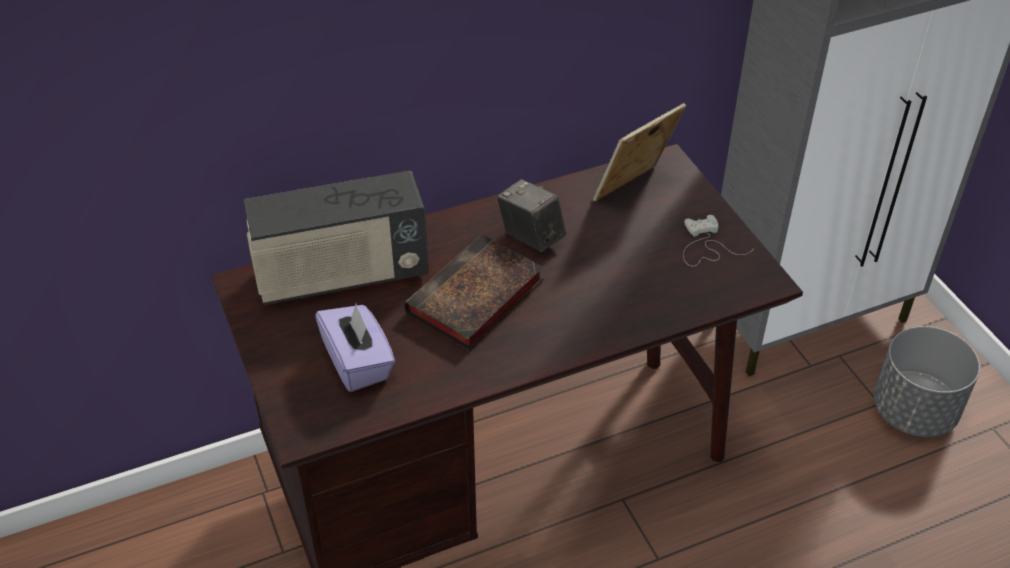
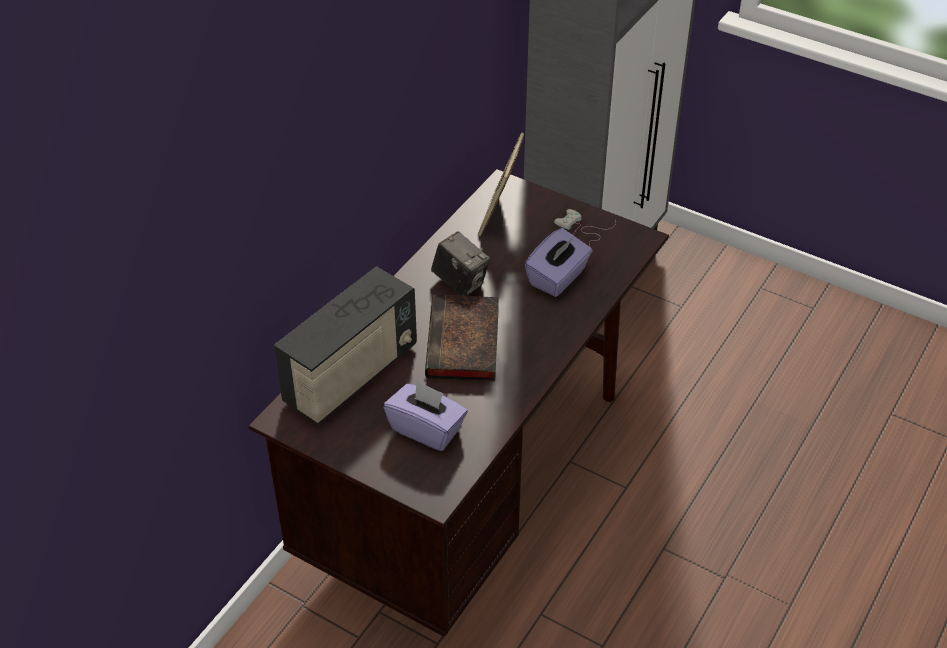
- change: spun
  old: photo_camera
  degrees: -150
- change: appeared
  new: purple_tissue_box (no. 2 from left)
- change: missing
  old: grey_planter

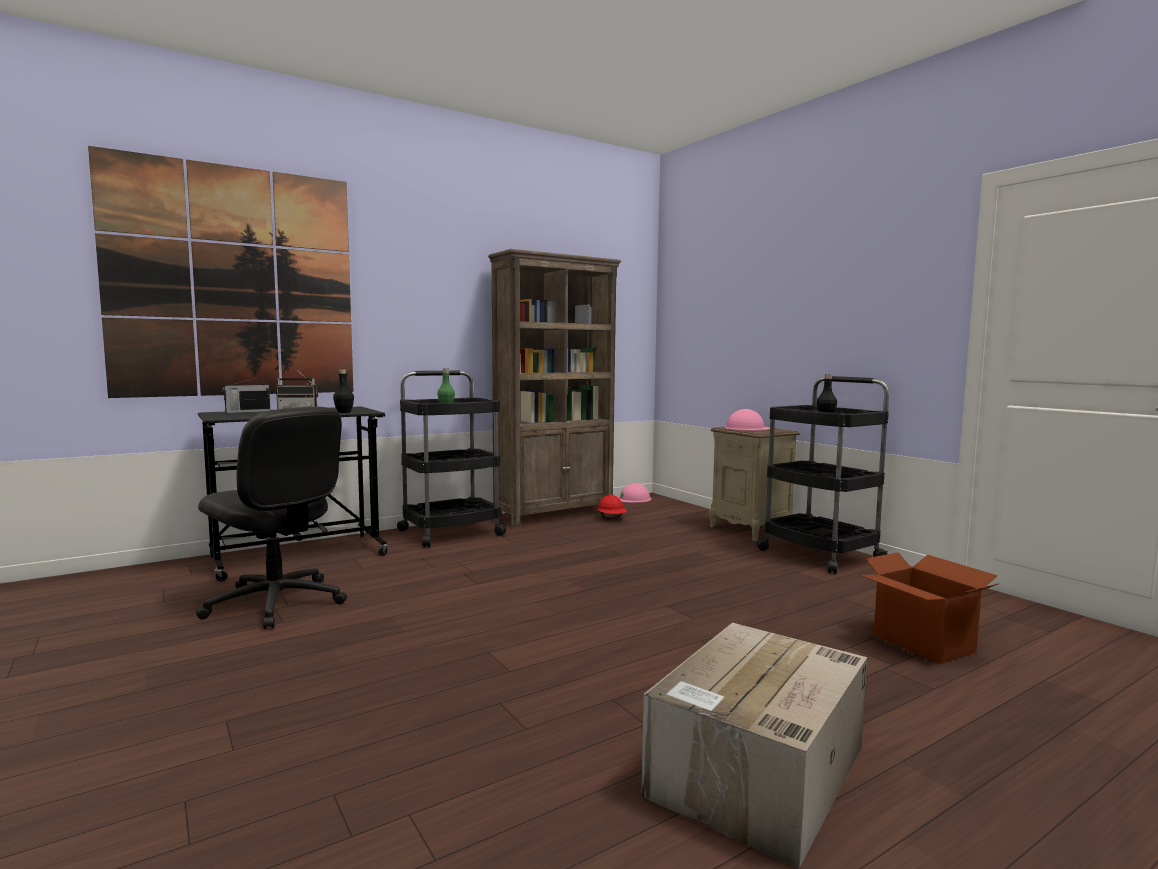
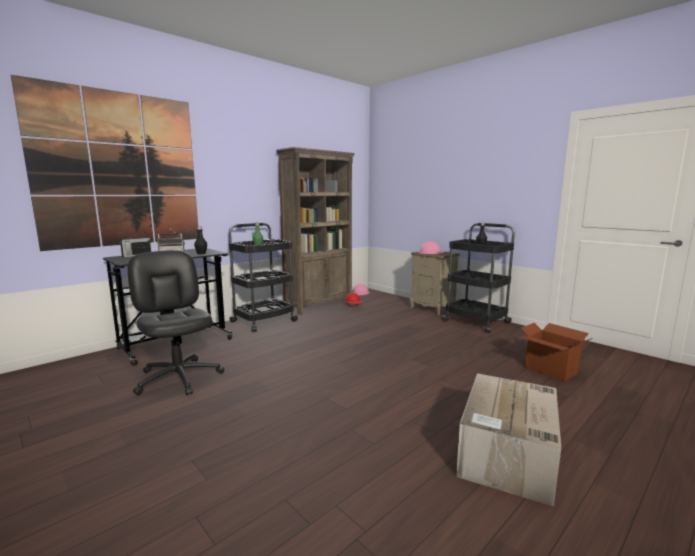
- change: spun
  old: black_office_chair
  degrees: -150

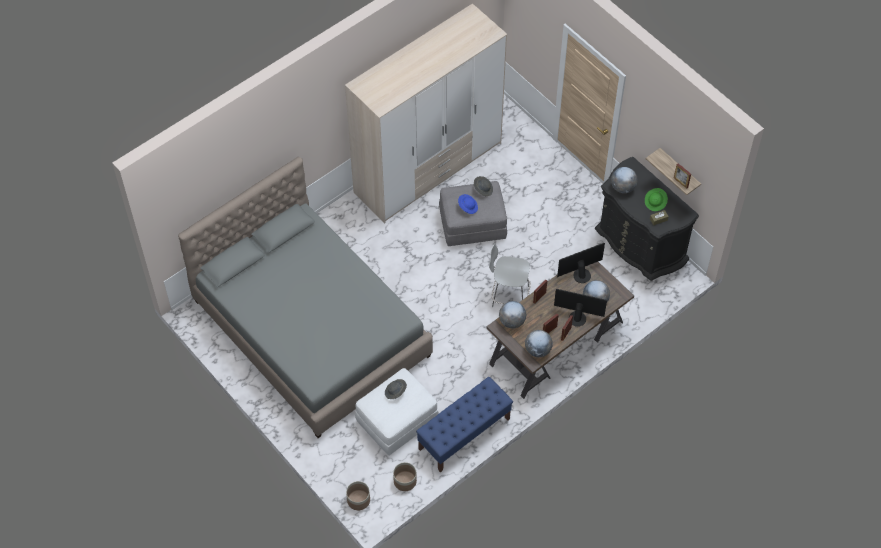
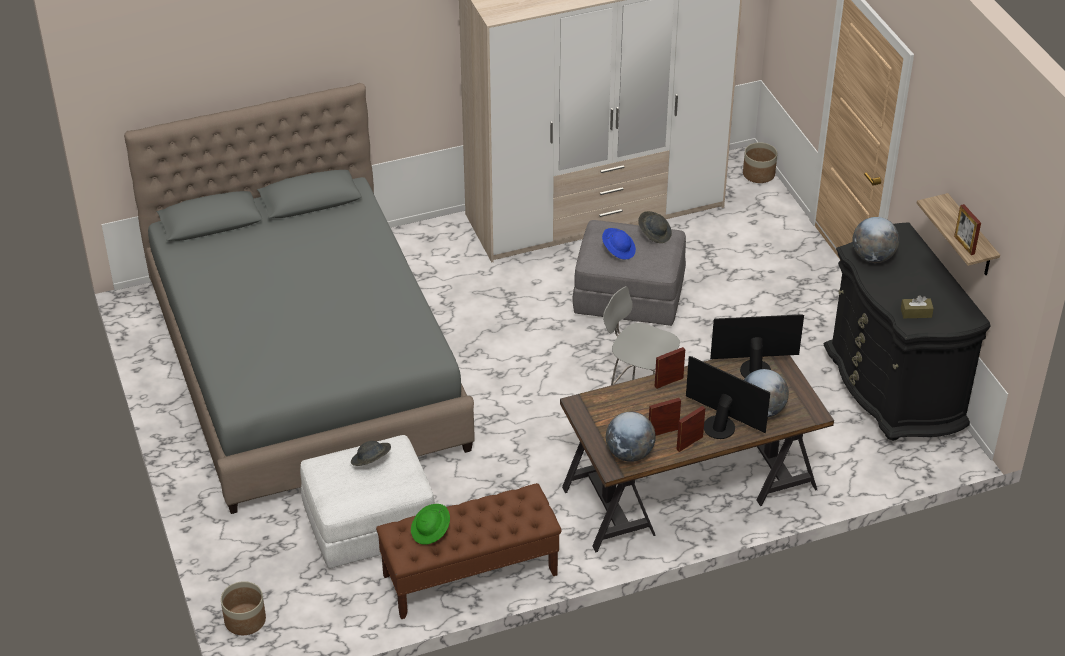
- change: colour
  old: blue_bench
  new: brown_bench
- change: relocated
  old: green_hat
- change: relocated
  old: planter (no. 2 from left)
- change: missing
  old: globe (no. 1 from left)

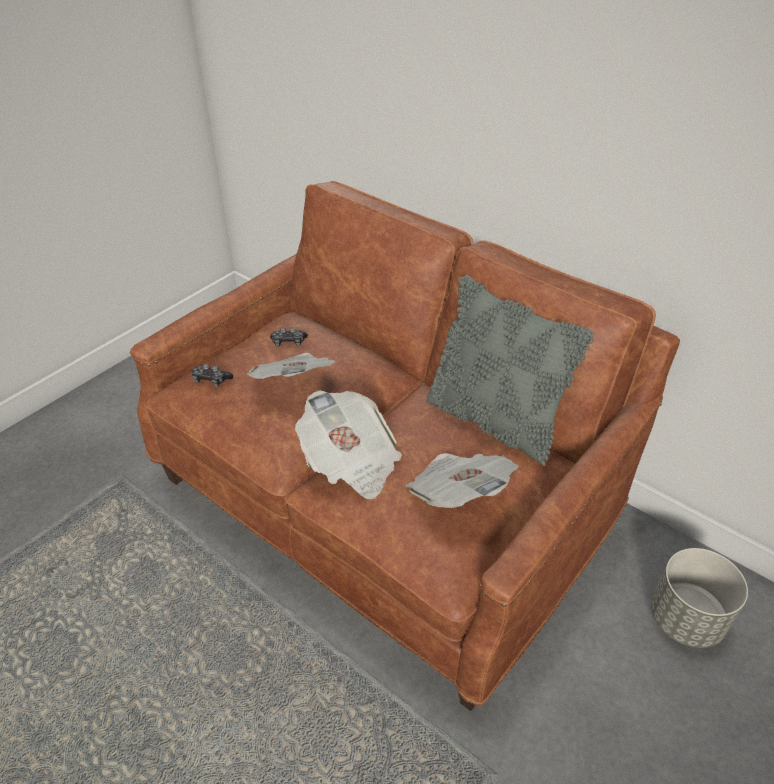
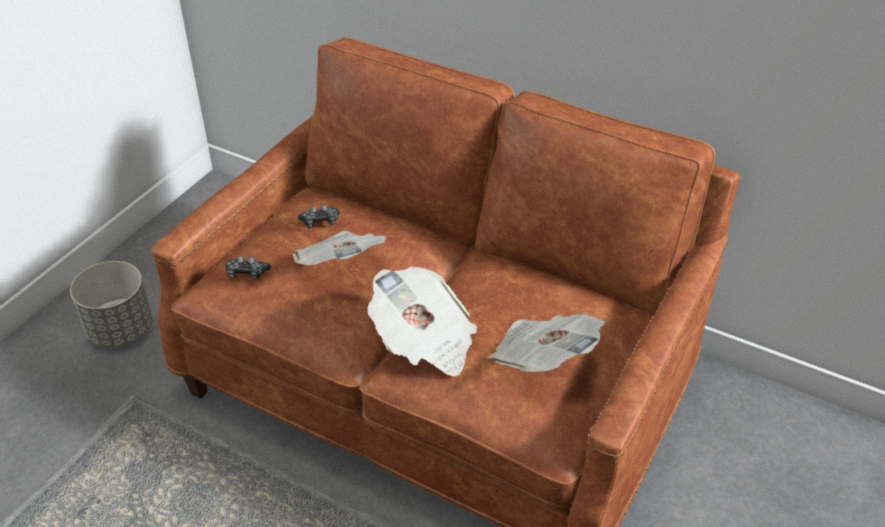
- change: relocated
  old: grey_planter
- change: missing
  old: grey_pillow

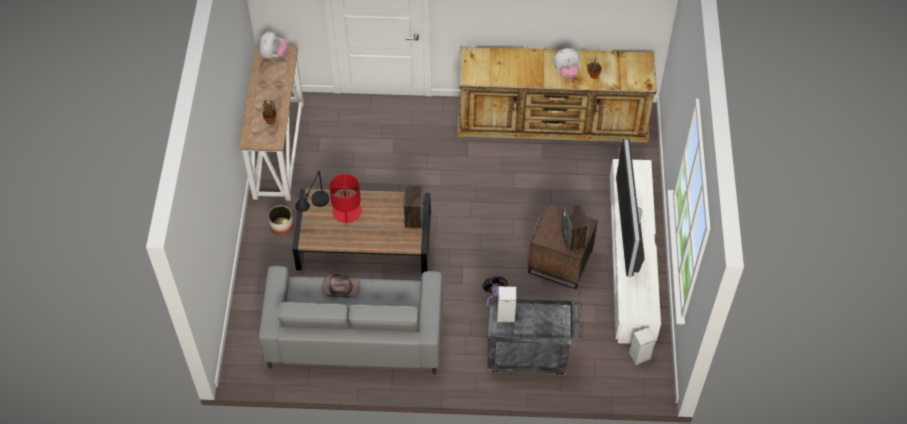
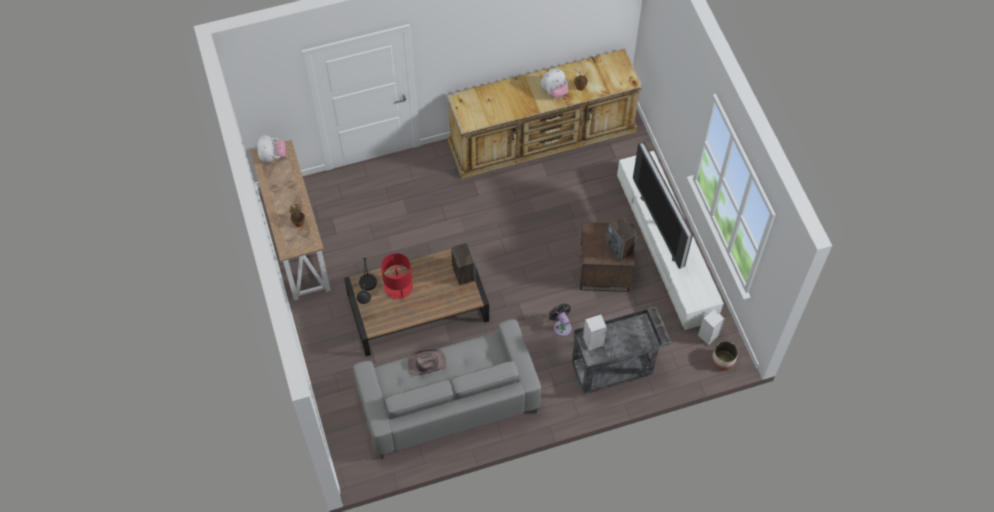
- change: relocated
  old: planter

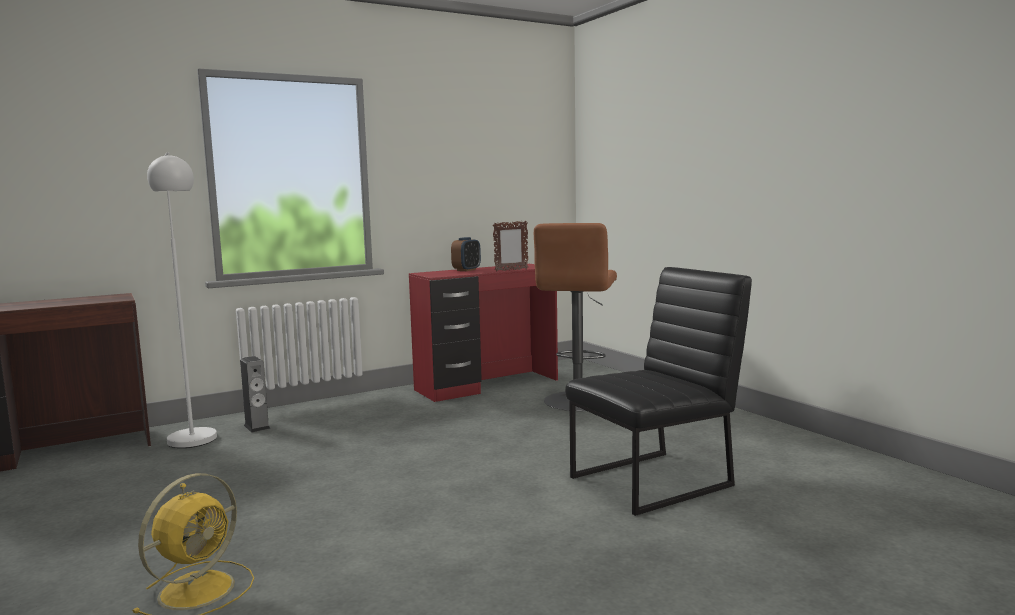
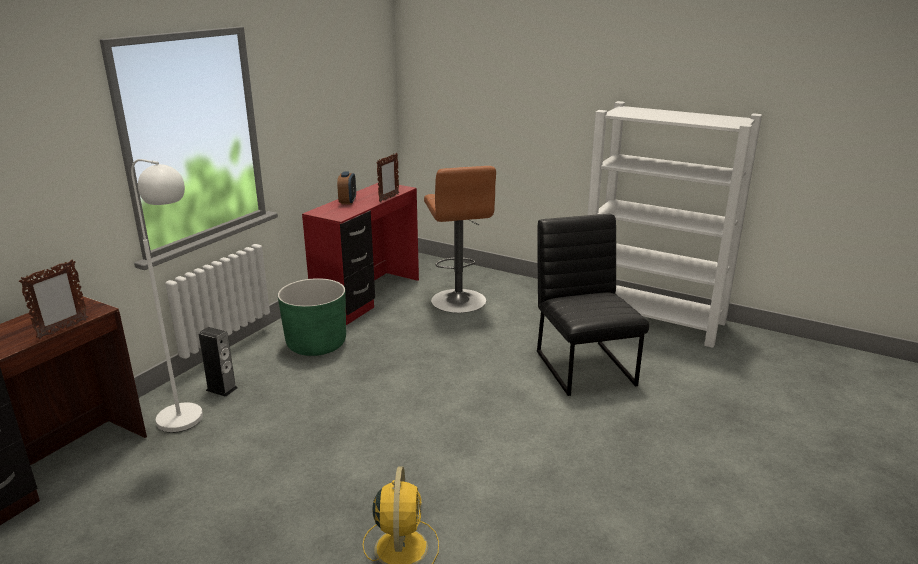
- change: appeared
  new: picture_frame (no. 1 from left)
- change: appeared
  new: green_planter
- change: spun
  old: black_chair
  degrees: -45
- change: appeared
  new: white_bookcase

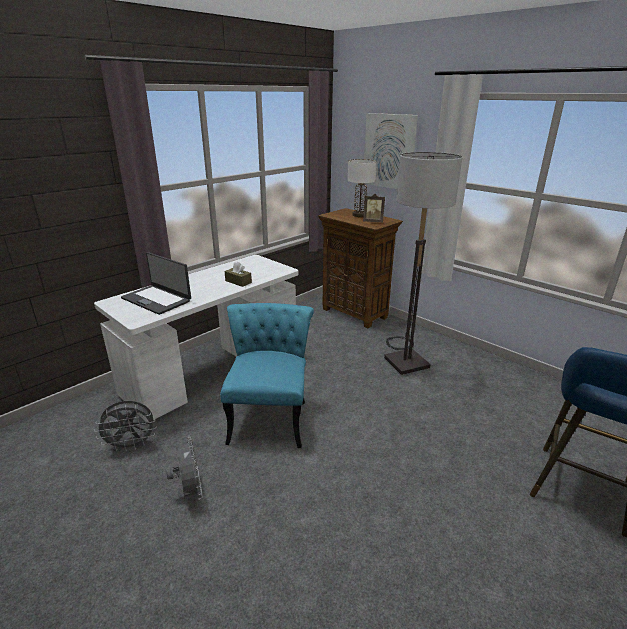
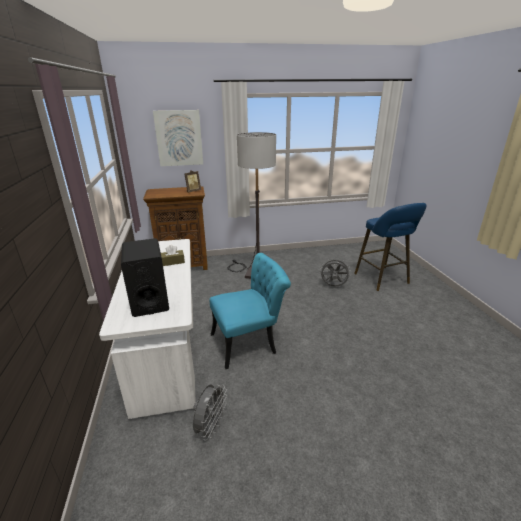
- change: exchanged
  old: laptop
  new: black_speaker
- change: spun
  old: turquoise_chair
  degrees: 120
- change: relocated
  old: grey_fan (no. 2 from left)
- change: missing
  old: table_lamp

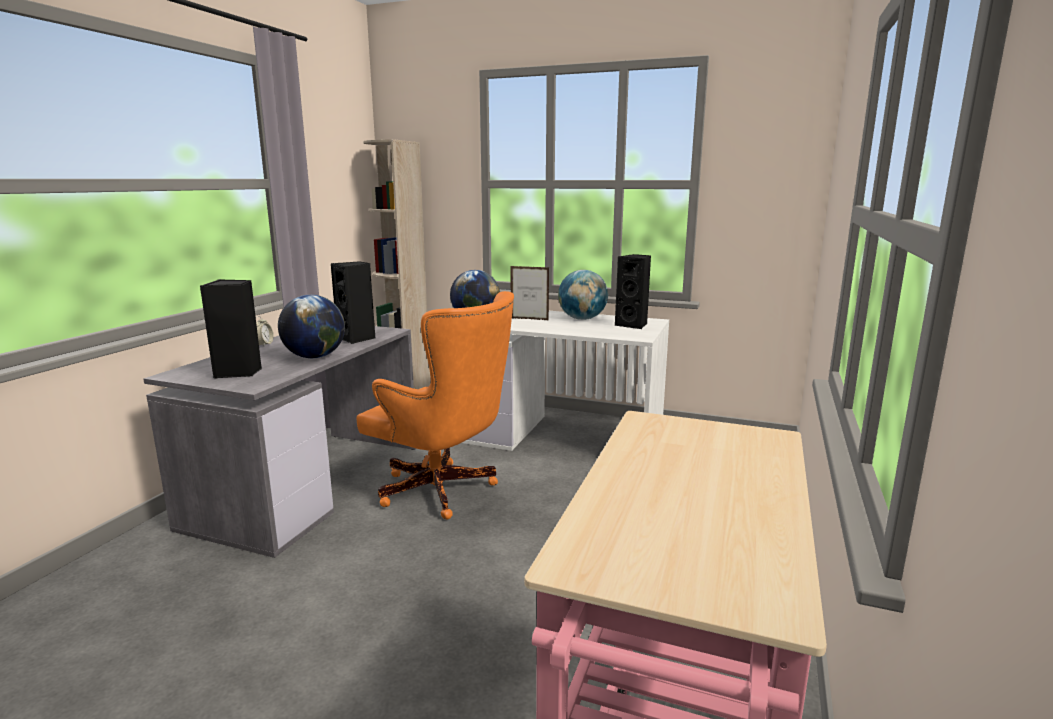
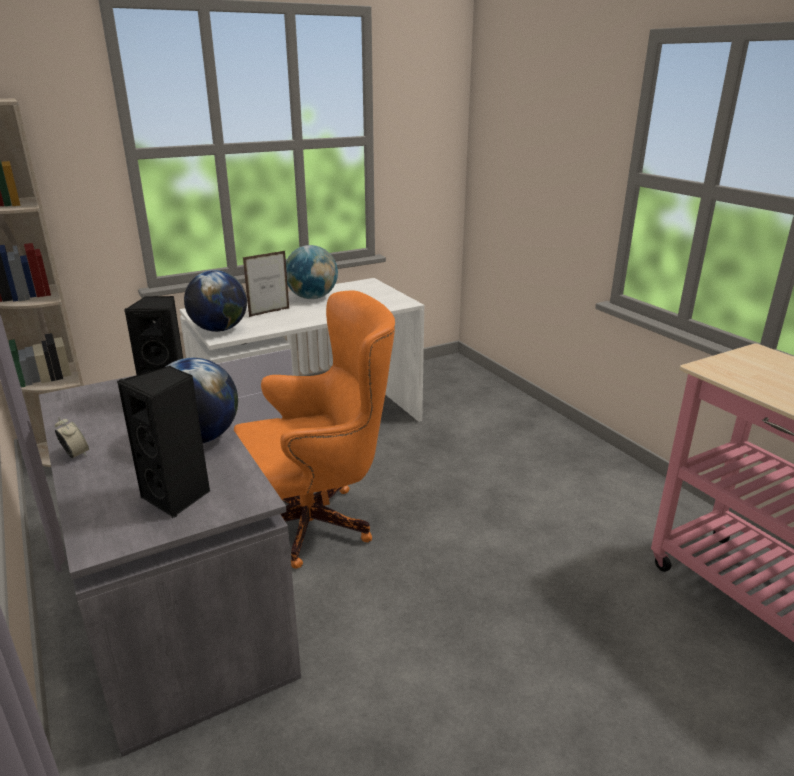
- change: missing
  old: black_speaker (no. 3 from left)

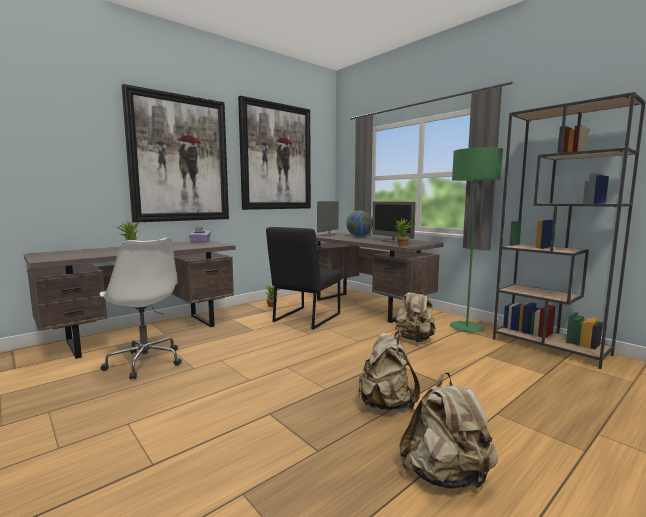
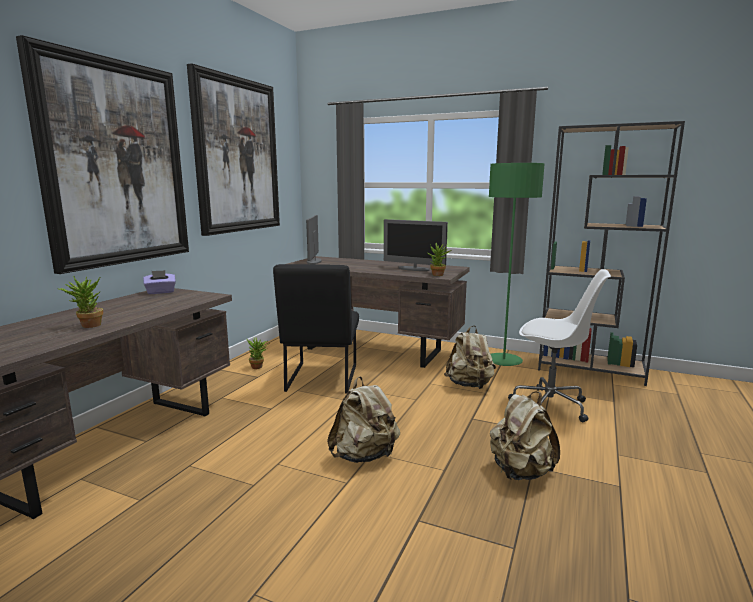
- change: relocated
  old: beige_backpack (no. 3 from left in the first image)
  new: beige_backpack (no. 1 from left)
- change: relocated
  old: white_office_chair
- change: missing
  old: globe

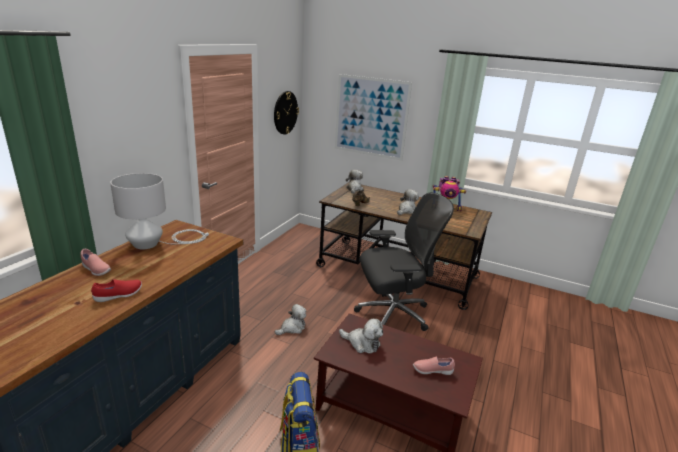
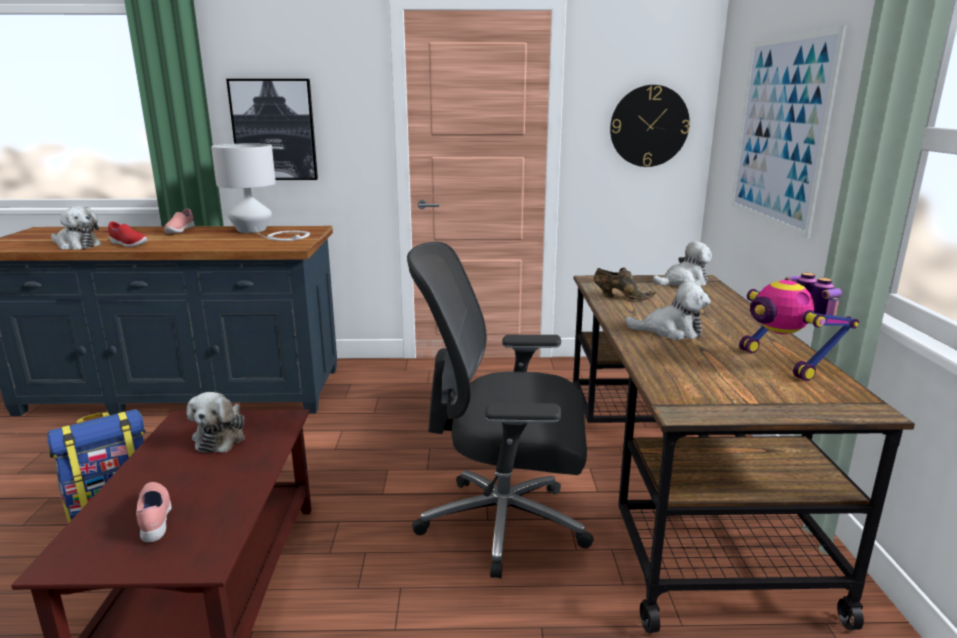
- change: relocated
  old: plush_toy (no. 1 from left)
- change: appeared
  new: picture (no. 1 from left)
- change: spun
  old: office_chair
  degrees: 135

